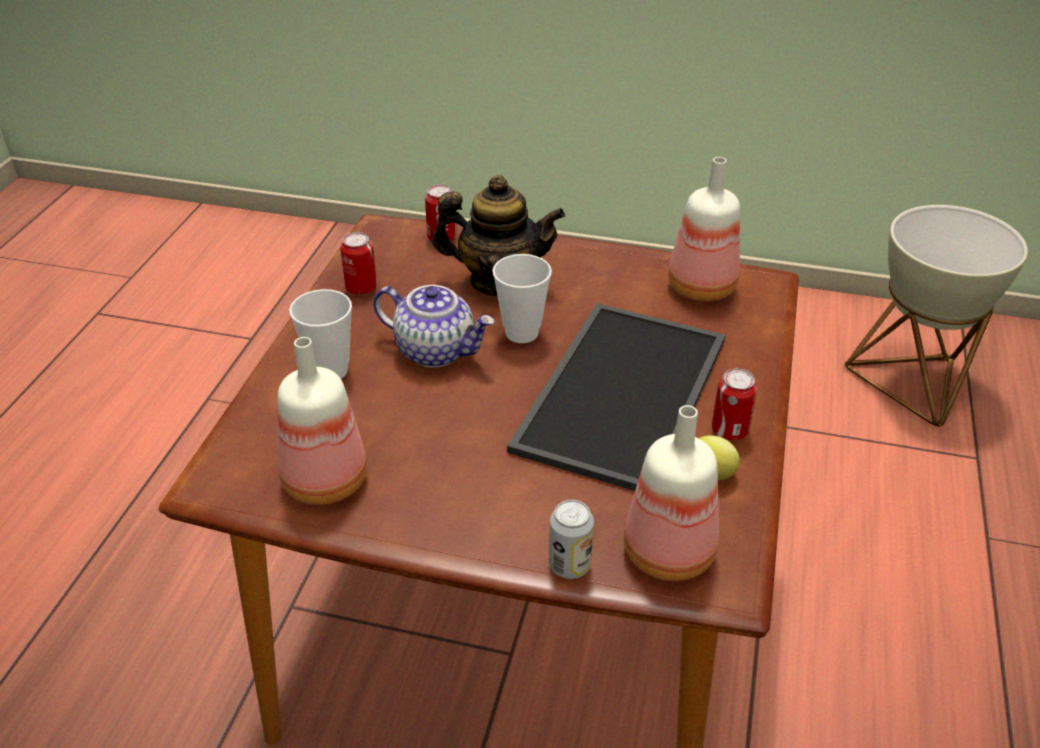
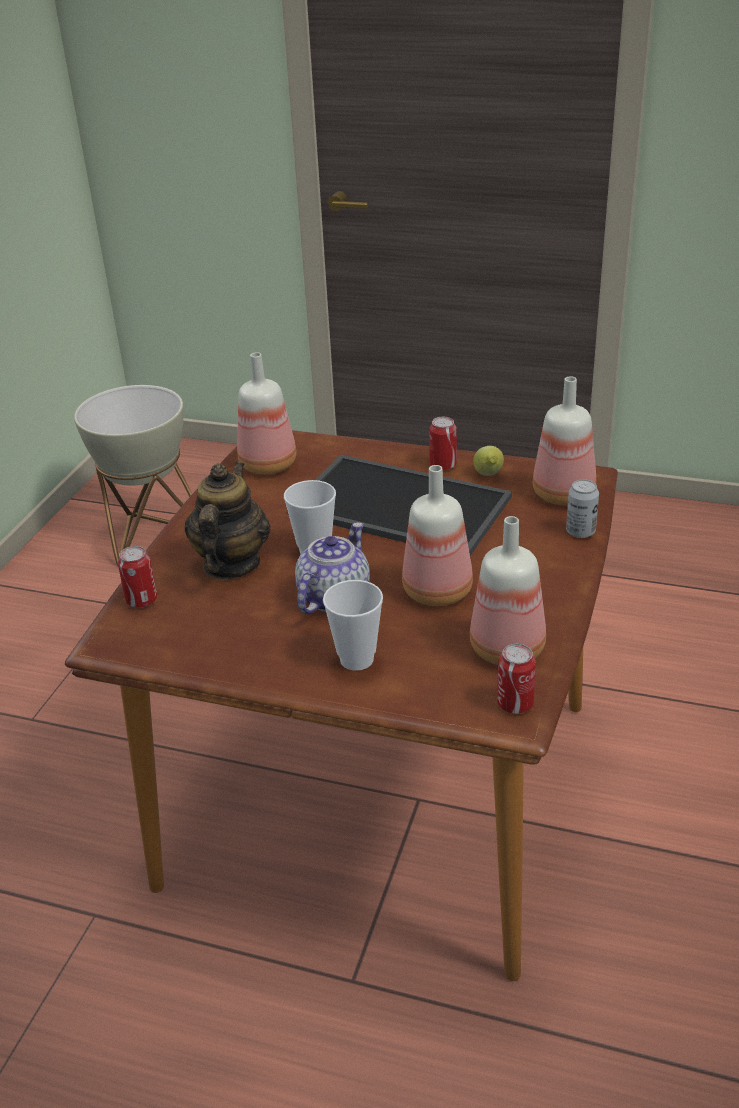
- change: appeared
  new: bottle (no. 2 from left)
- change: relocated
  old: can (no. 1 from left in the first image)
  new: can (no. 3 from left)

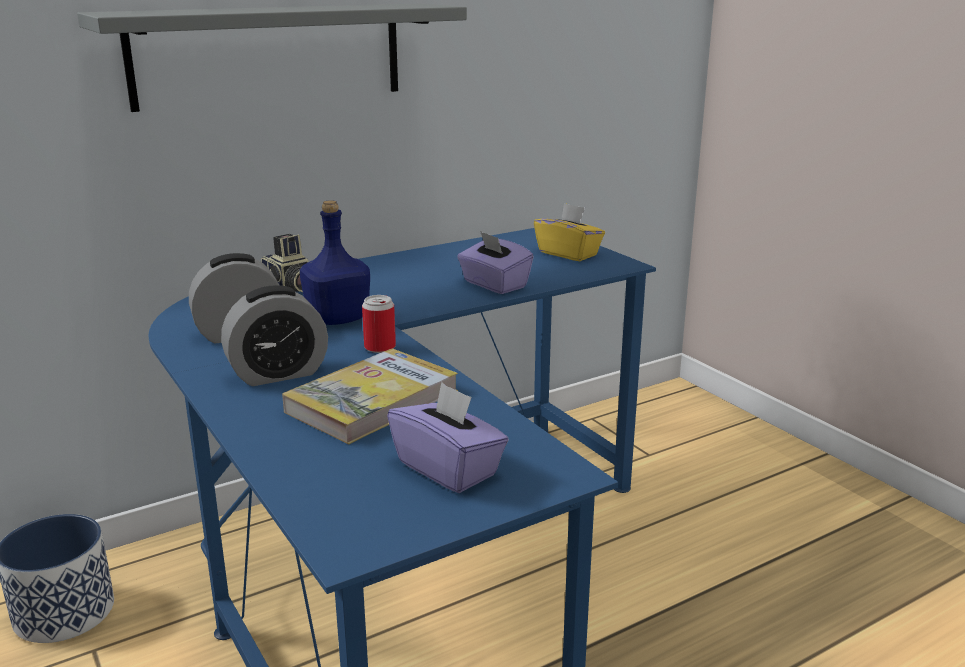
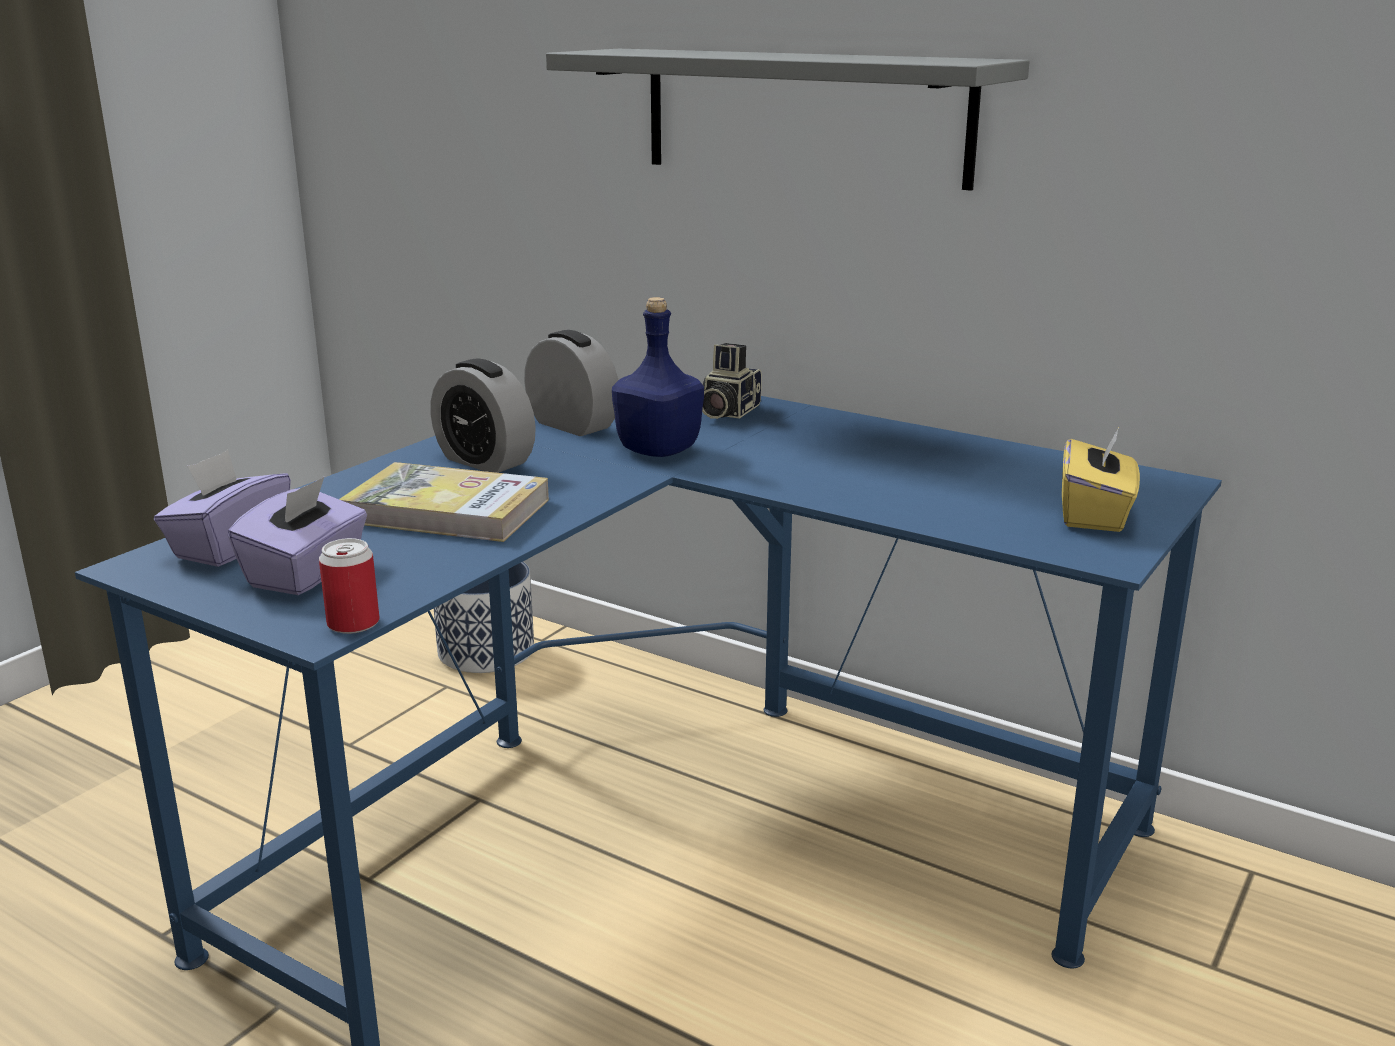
- change: relocated
  old: purple_tissue_box (no. 2 from left in the first image)
  new: purple_tissue_box (no. 1 from left)
- change: relocated
  old: can

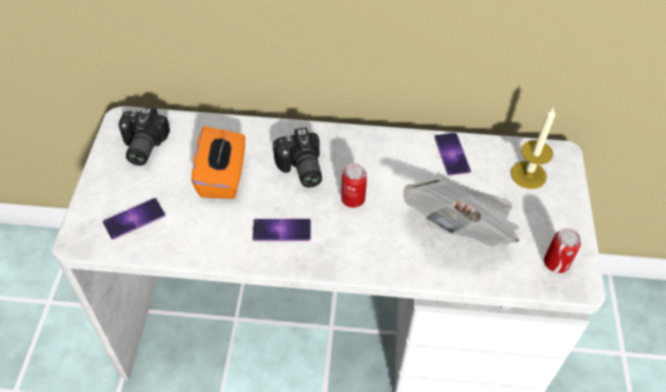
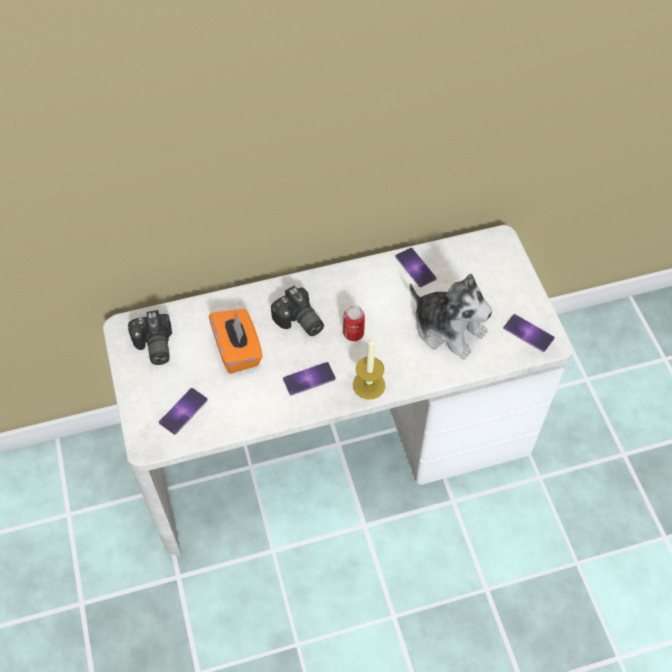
- change: relocated
  old: candle
- change: exchanged
  old: newspaper
  new: plush_toy
- change: exchanged
  old: can (no. 2 from left)
  new: phone (no. 4 from left)

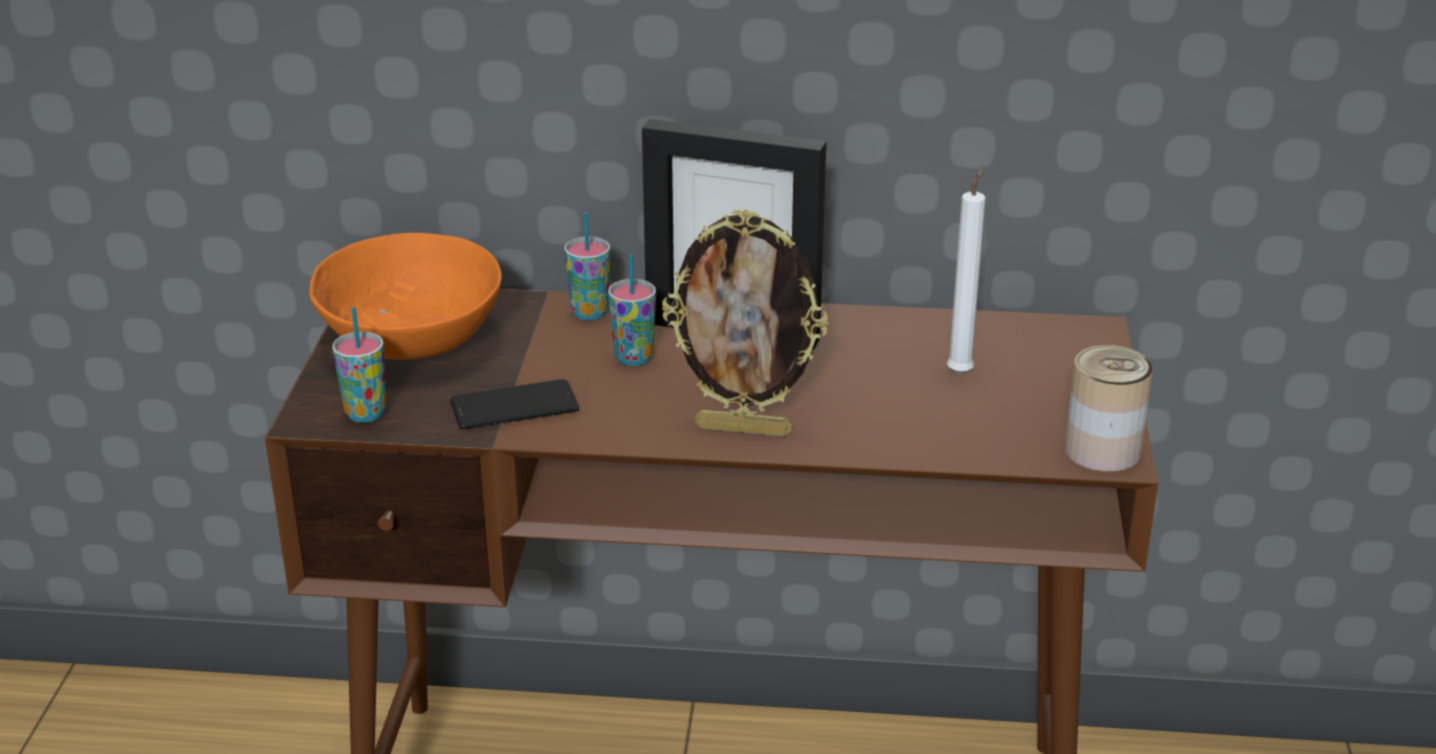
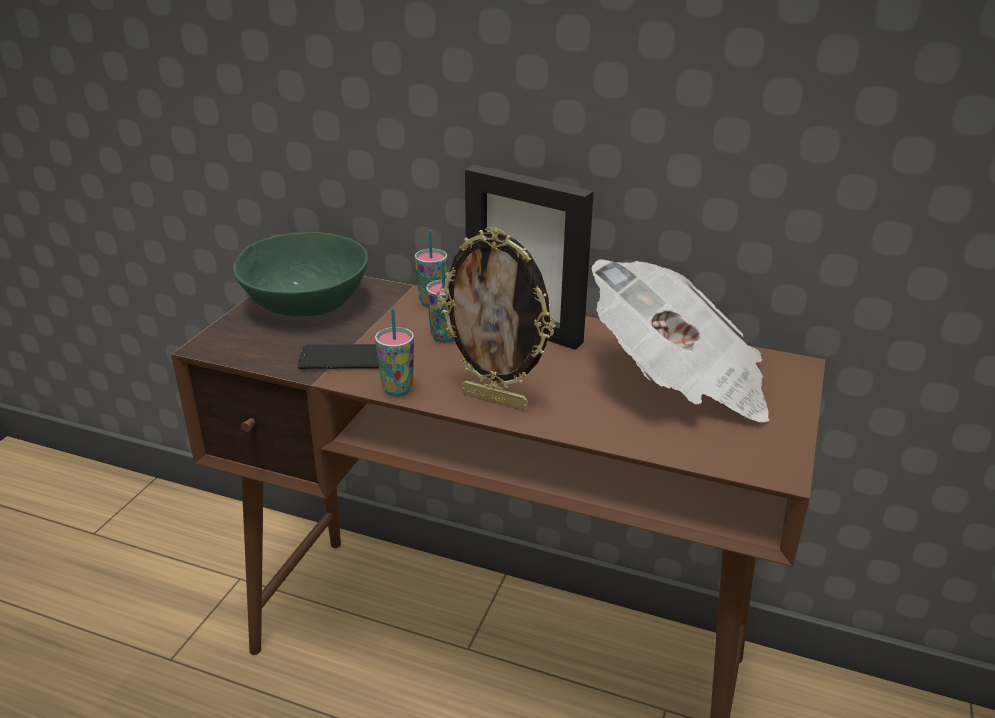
- change: colour
  old: orange_bowl
  new: green_bowl
- change: relocated
  old: cup (no. 1 from left)
- change: exchanged
  old: white_candle
  new: newspaper
- change: missing
  old: can

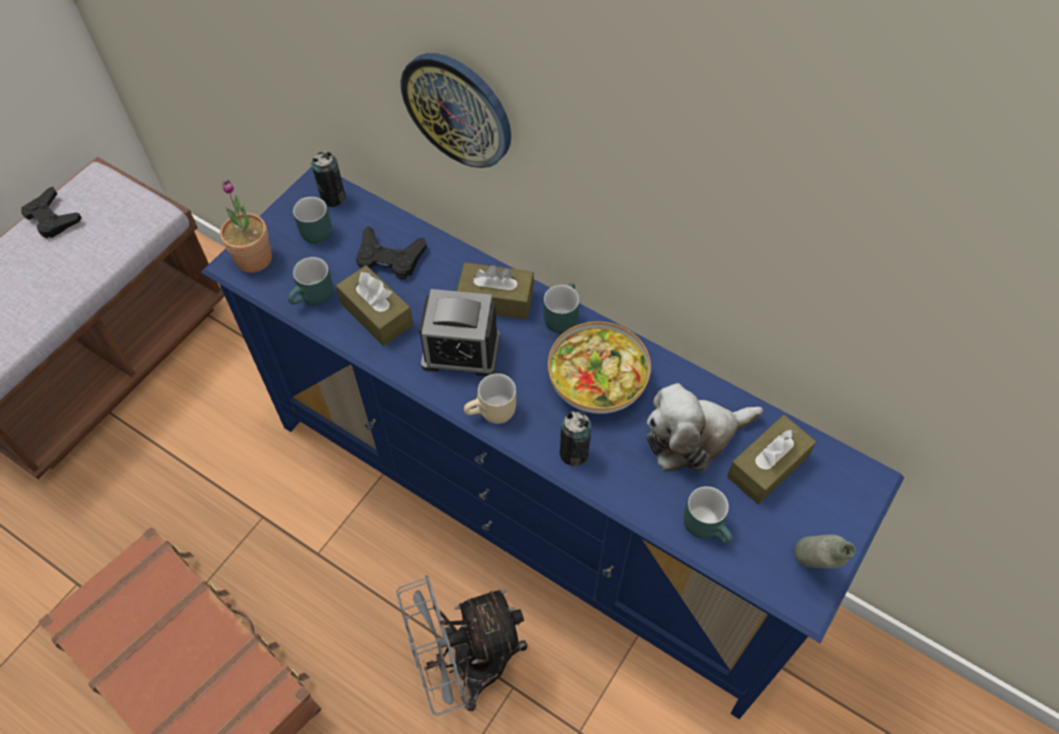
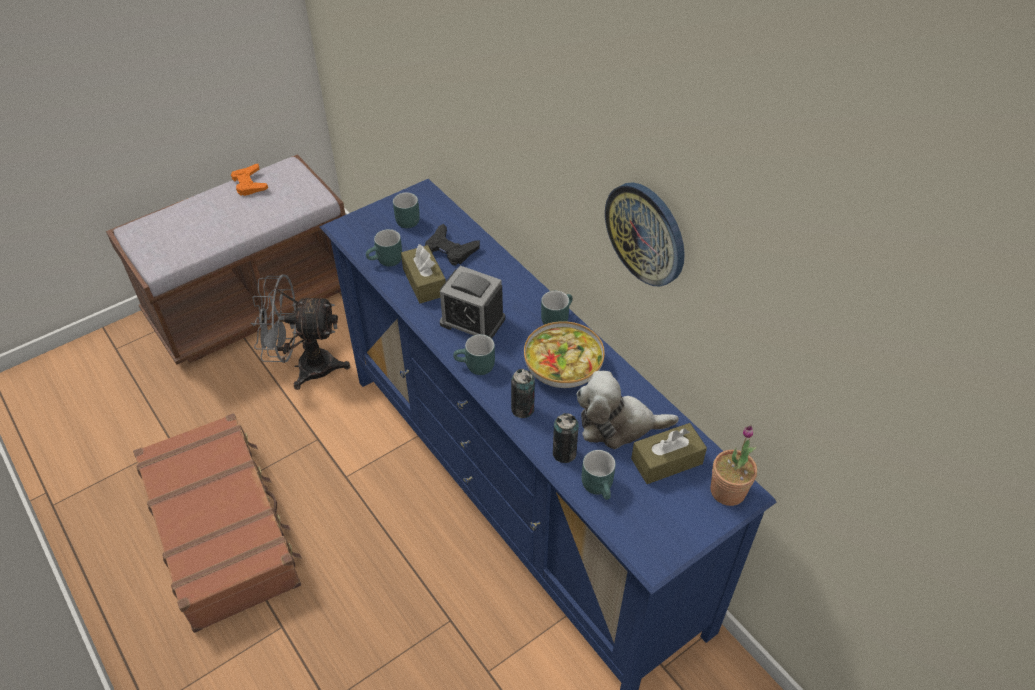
- change: colour
  old: black_game_controller (no. 1 from left)
  new: orange_game_controller
- change: relocated
  old: grey_fan
- change: colour
  old: beige_mug
  new: turquoise_mug (no. 3 from left)
- change: relocated
  old: can (no. 1 from left in the first image)
  new: can (no. 2 from left)
- change: relocated
  old: wall_clock
- change: relocated
  old: potted_plant
- change: missing
  old: brown_tissue_box (no. 2 from left)
- change: missing
  old: grey_bottle

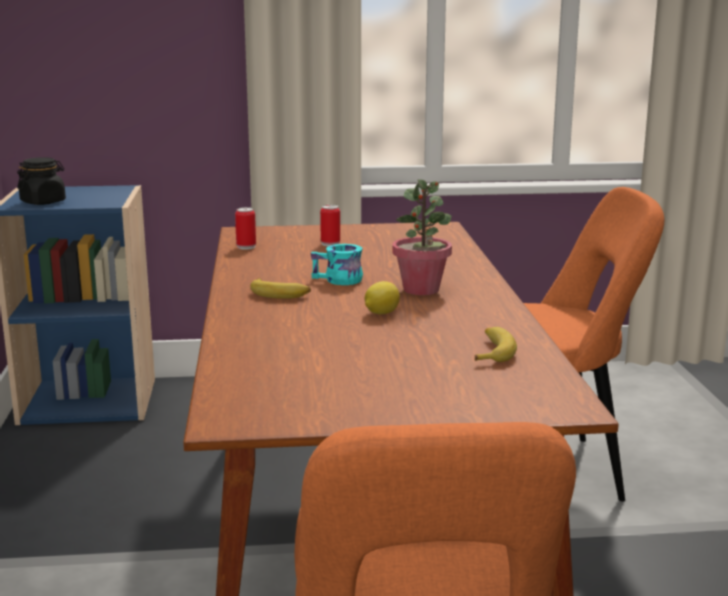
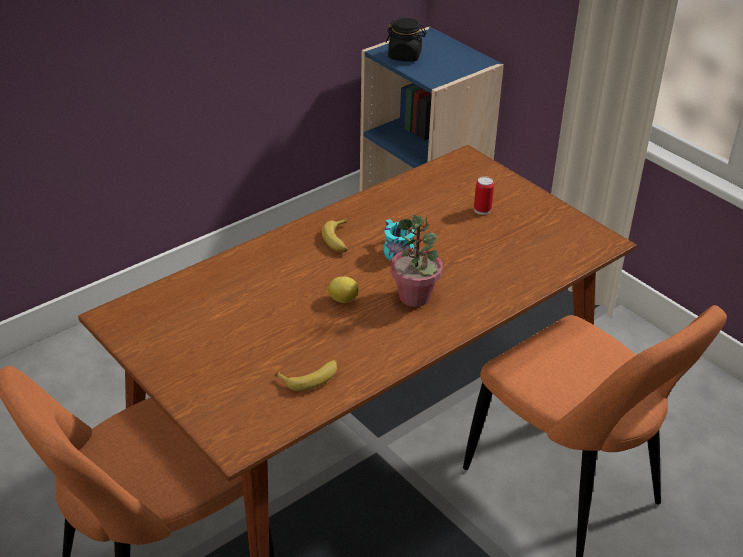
- change: missing
  old: can (no. 1 from left)

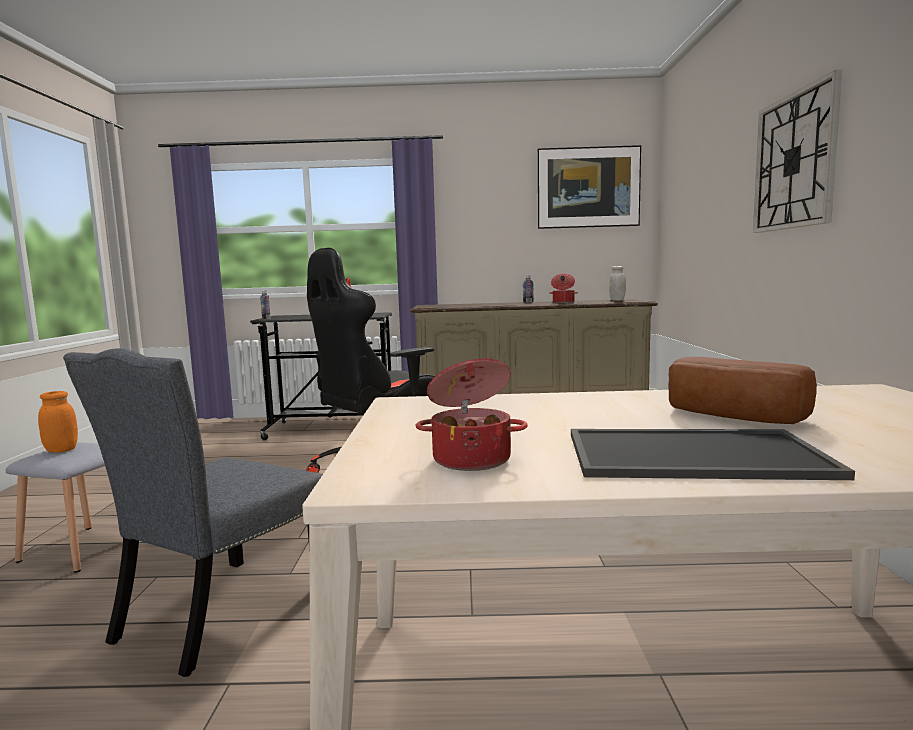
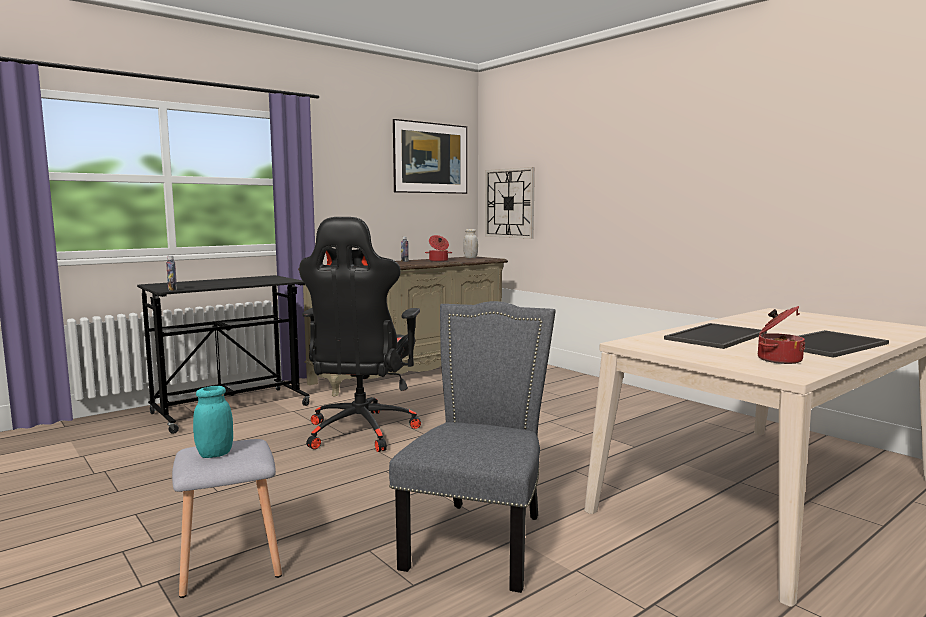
- change: colour
  old: orange_jar
  new: turquoise_jar
- change: spun
  old: grey_chair
  degrees: -150
- change: relocated
  old: wall_clock
- change: appeared
  new: tray (no. 1 from left)
- change: missing
  old: bread

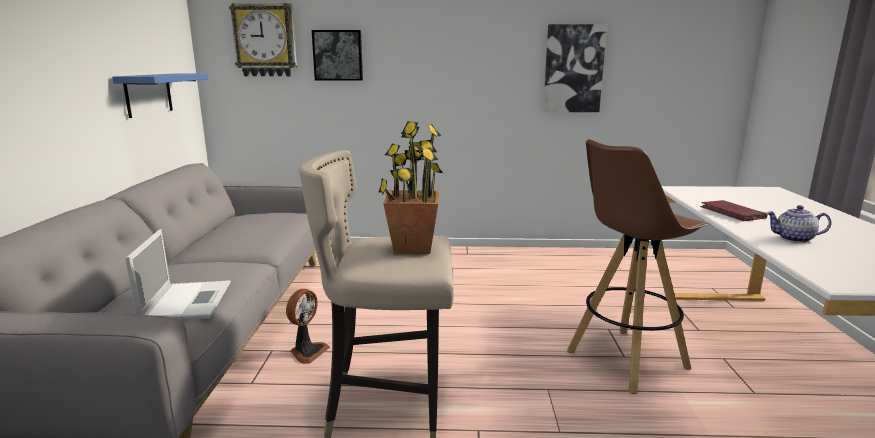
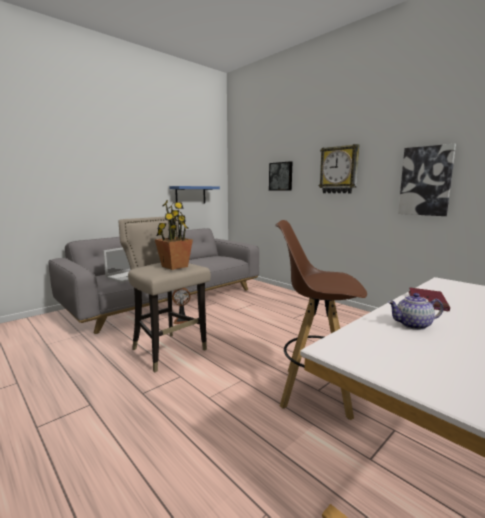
- change: relocated
  old: wall_clock
- change: spun
  old: teapot
  degrees: -60

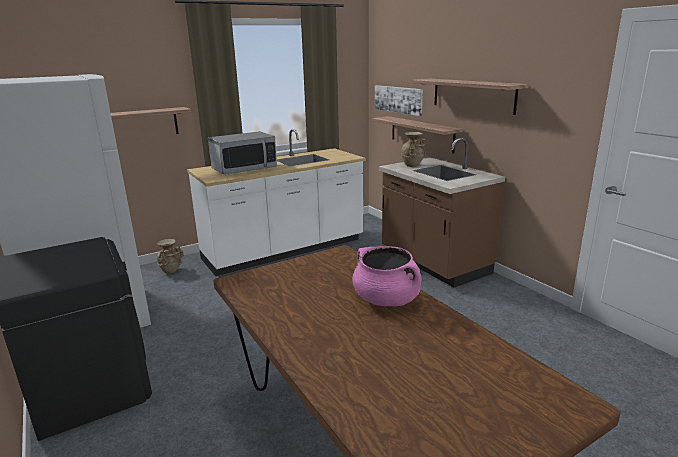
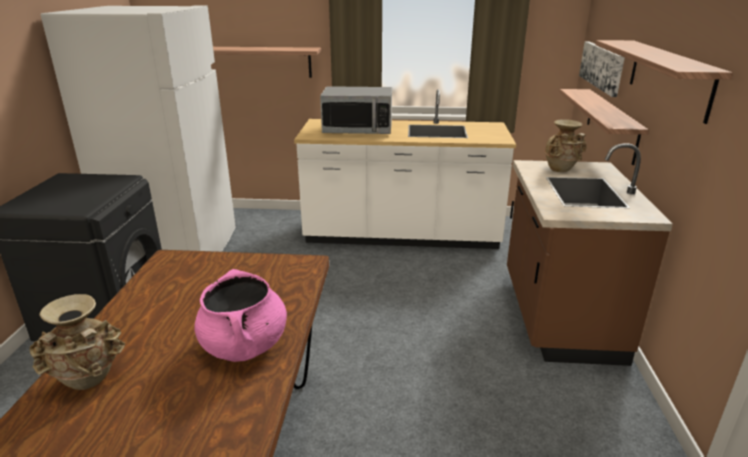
- change: relocated
  old: beige_vase (no. 1 from left)

